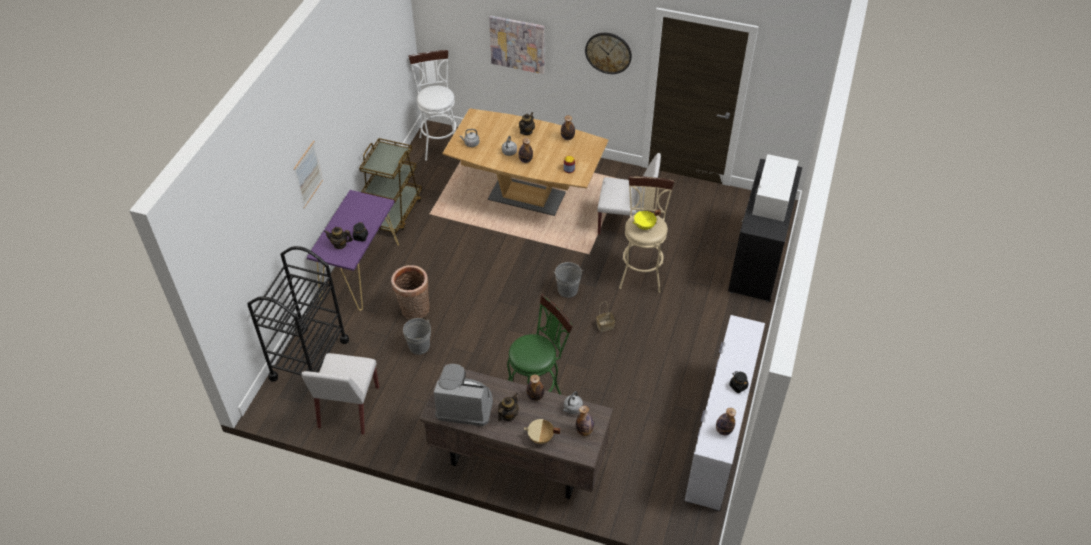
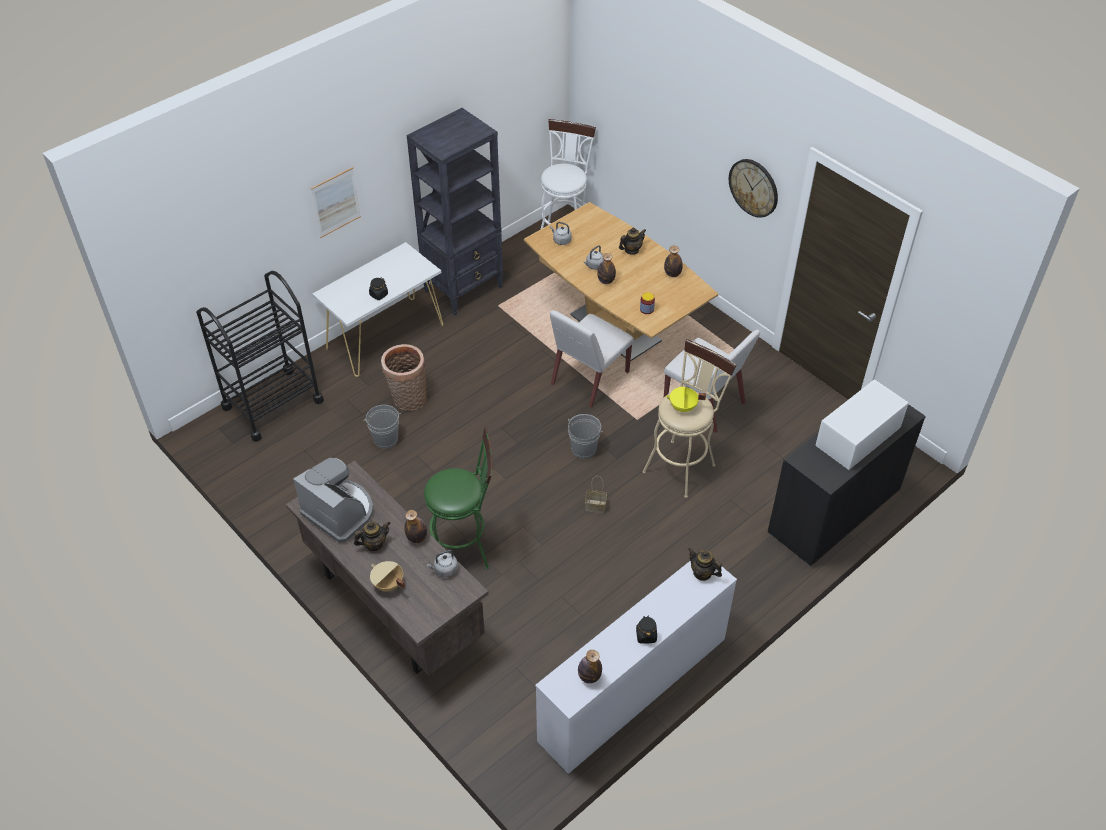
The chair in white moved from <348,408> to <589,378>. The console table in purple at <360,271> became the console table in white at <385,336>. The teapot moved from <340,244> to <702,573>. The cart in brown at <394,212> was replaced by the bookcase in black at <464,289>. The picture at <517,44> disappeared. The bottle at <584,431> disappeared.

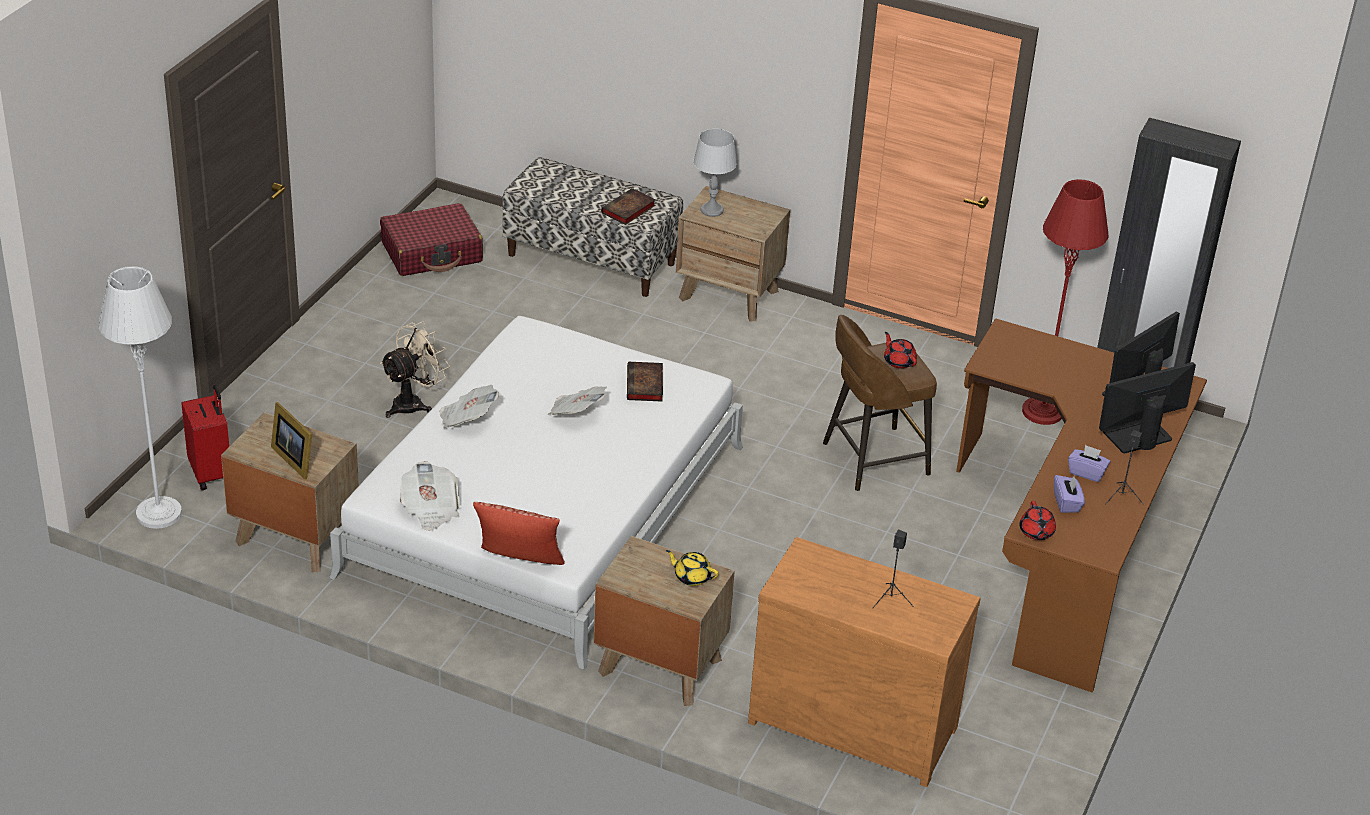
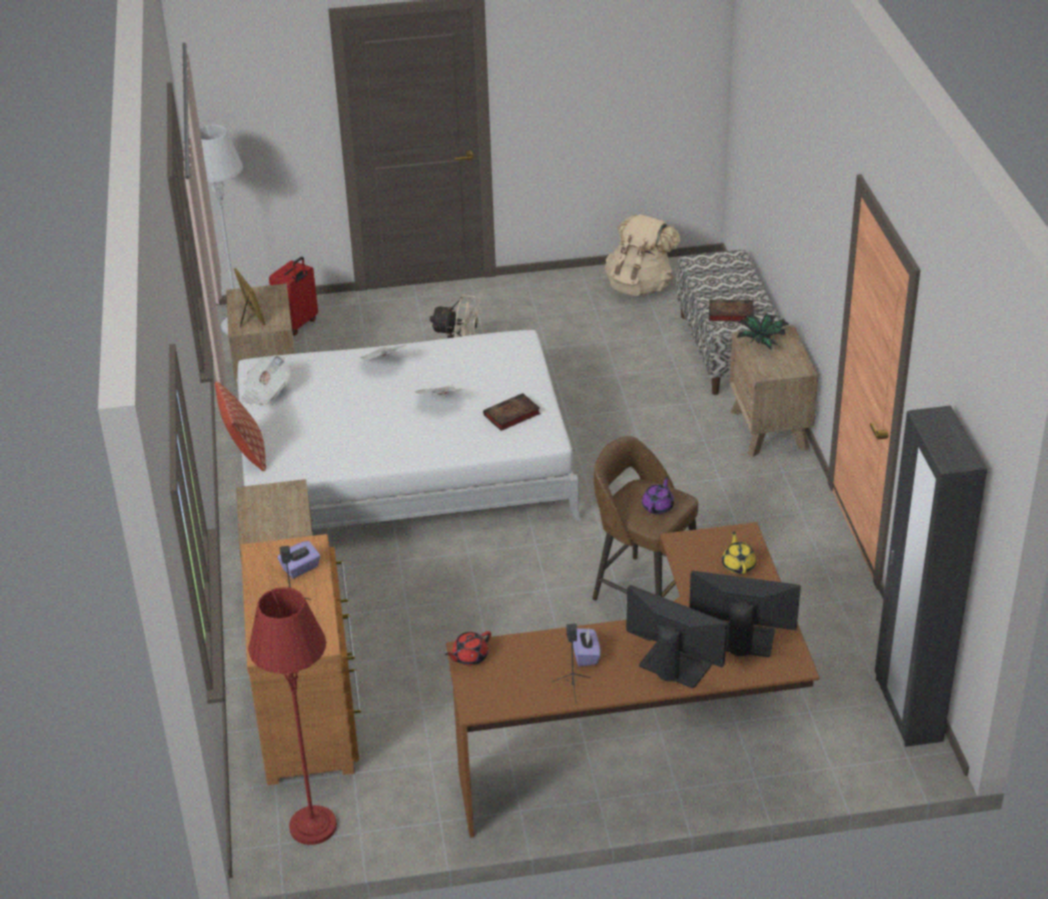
The picture frame at <294,458> turned 135 degrees clockwise. The suitcase in red at <432,253> was replaced by the backpack in beige at <640,286>. The teapot in yellow moved from <691,577> to <738,565>. The table lamp in grey at <711,210> was replaced by the potted plant at <762,341>. The teapot in red at <899,361> became the teapot in purple at <658,506>. The floor lamp in red moved from <1042,412> to <313,826>. The tissue box in purple moved from <1067,503> to <300,568>.

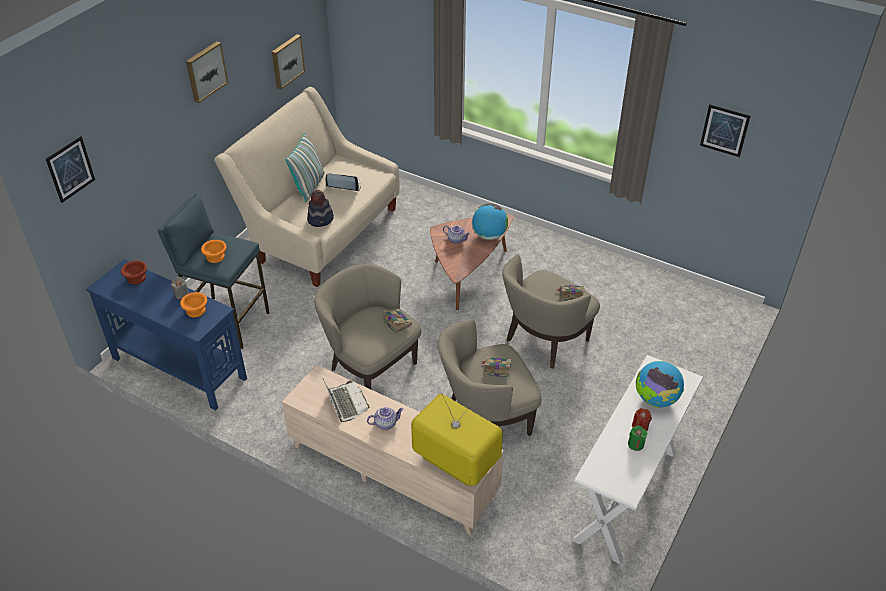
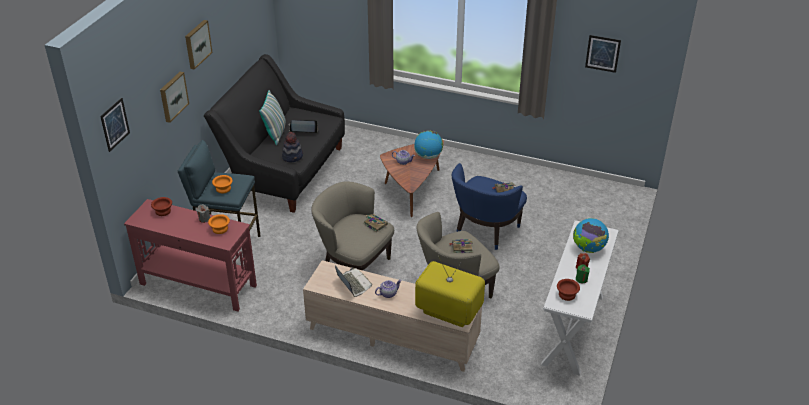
The console table in blue at <178,367> became the console table in red at <197,284>. The sofa in beige at <320,232> became the sofa in black at <284,171>. The picture moved from <286,61> to <173,96>. The armchair in beige at <544,341> became the armchair in blue at <485,231>. The bowl in brown at <567,295> appeared.

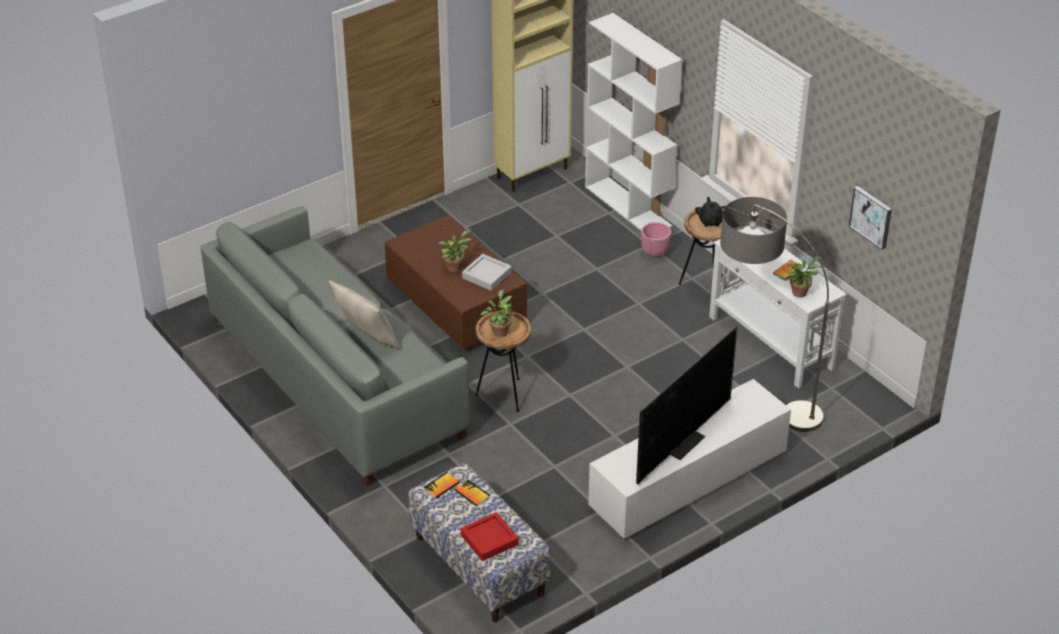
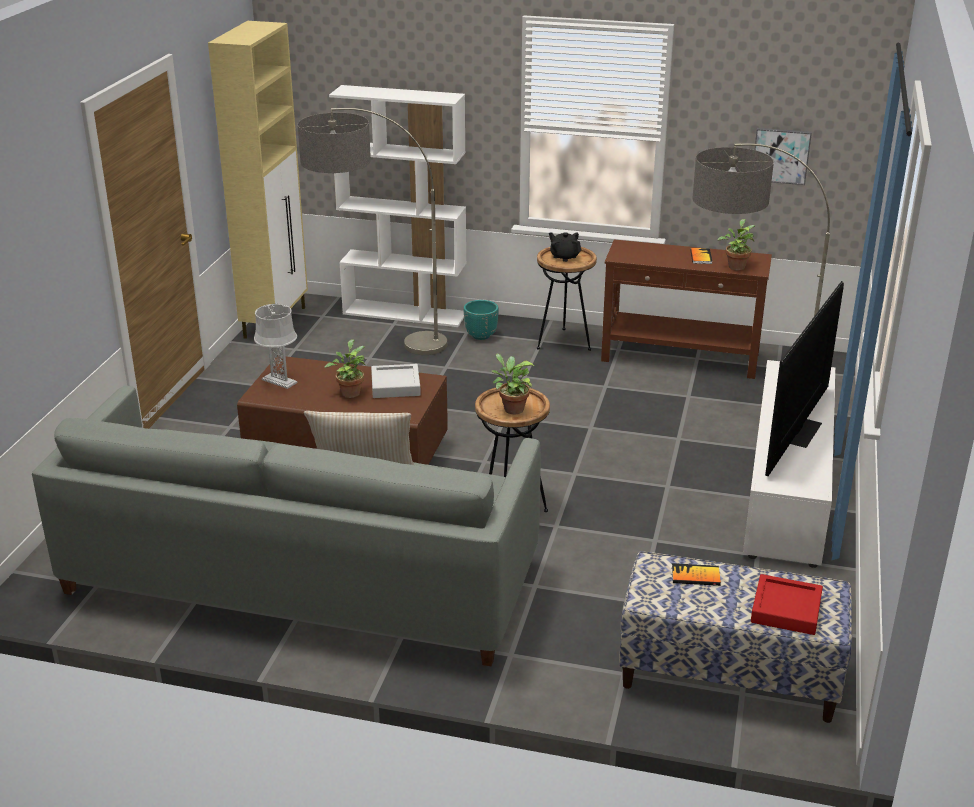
The book at <441,486> disappeared. The television at <683,442> turned 150 degrees counterclockwise. The planter in pink at <655,253> became the planter in turquoise at <481,336>. The console table in white at <770,343> became the console table in brown at <681,358>. The table lamp in grey at <279,381> appeared. The floor lamp at <373,349> appeared.

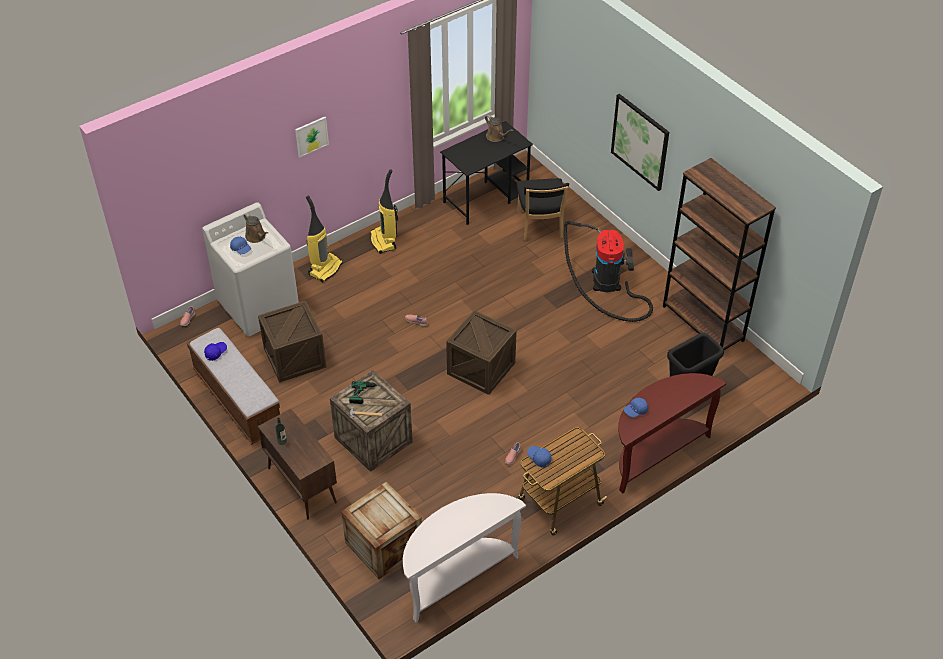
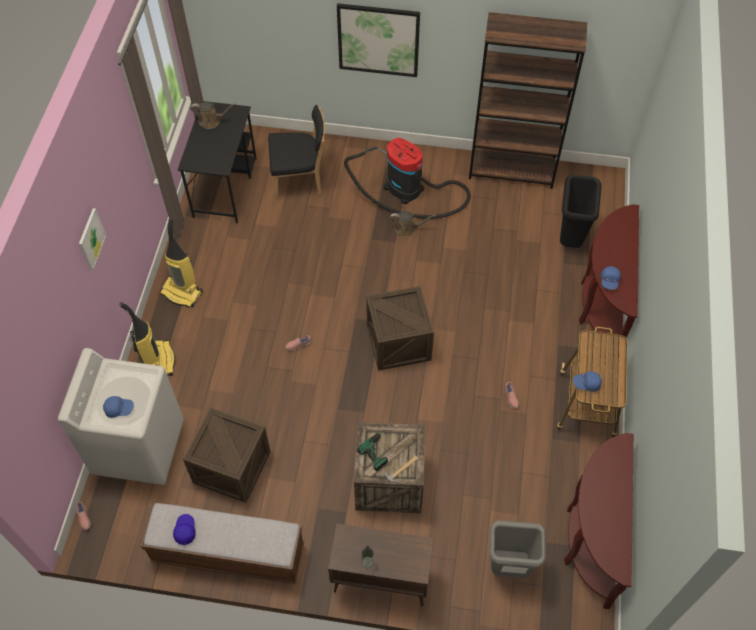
The watering can in brown moved from <256,237> to <407,229>. The crate at <384,545> was replaced by the trash can in grey at <508,567>. The console table in white at <457,576> became the console table in brown at <590,538>. The chair in black at <540,227> turned 45 degrees counterclockwise.

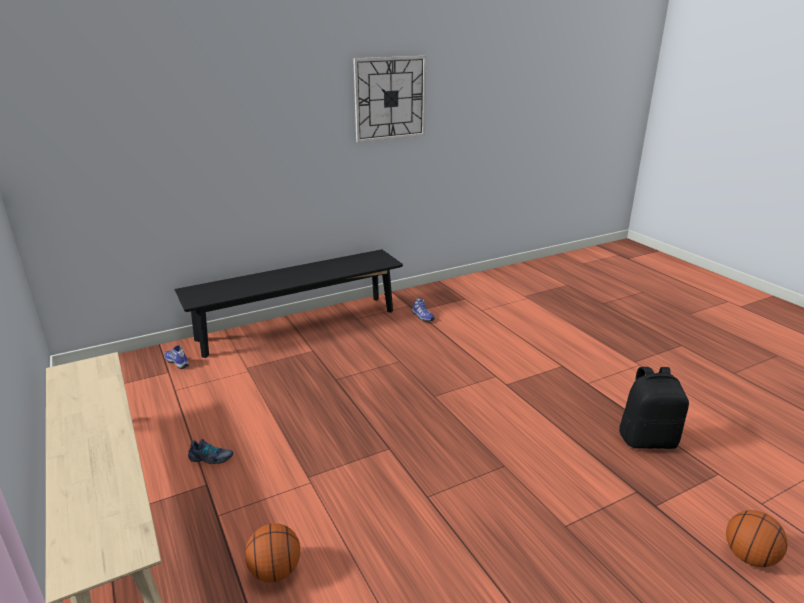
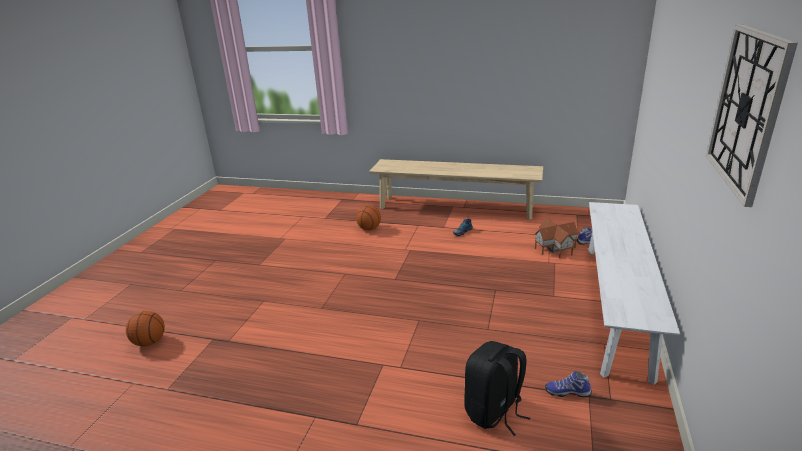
The bench in black at <298,325> became the bench in white at <616,305>. The backpack in black moved from <647,439> to <494,412>. The toy house at <554,248> appeared.

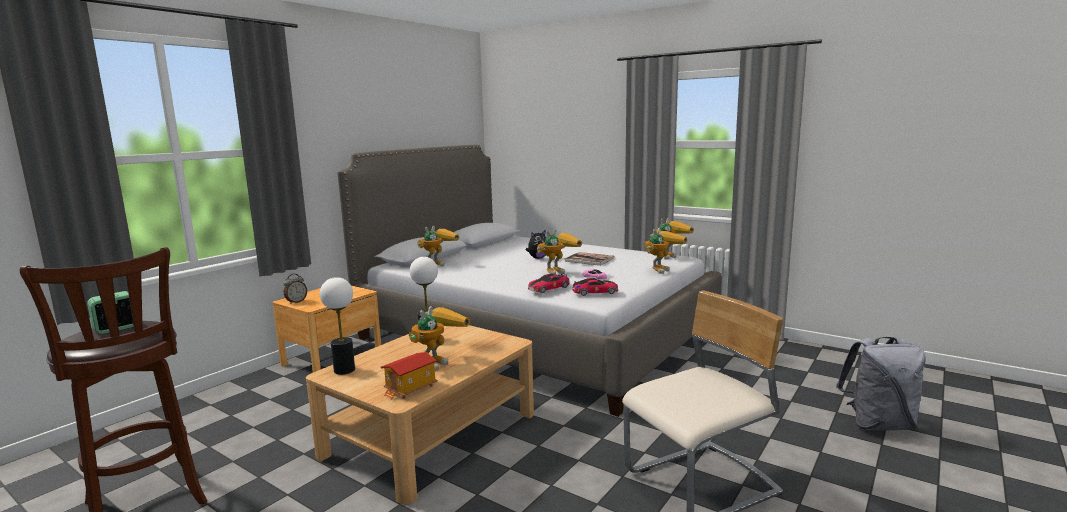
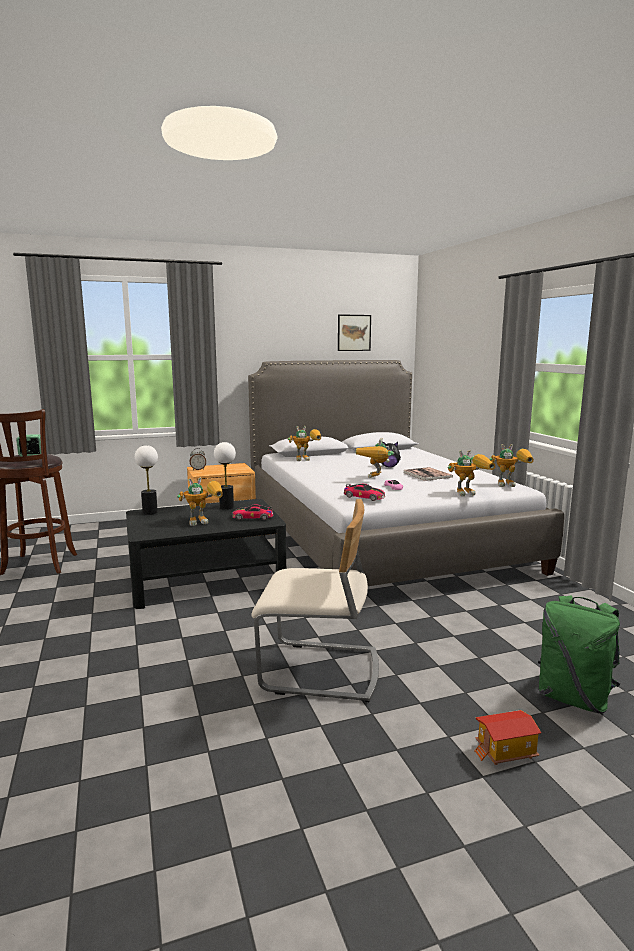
The coffee table in beige at <431,434> became the coffee table in black at <206,578>. The toy house moved from <411,389> to <506,752>. The toy car moved from <548,288> to <253,517>. The toy robot at <559,271> turned 105 degrees clockwise. The backpack in grey at <878,424> became the backpack in green at <574,698>. The picture at <354,332> appeared.

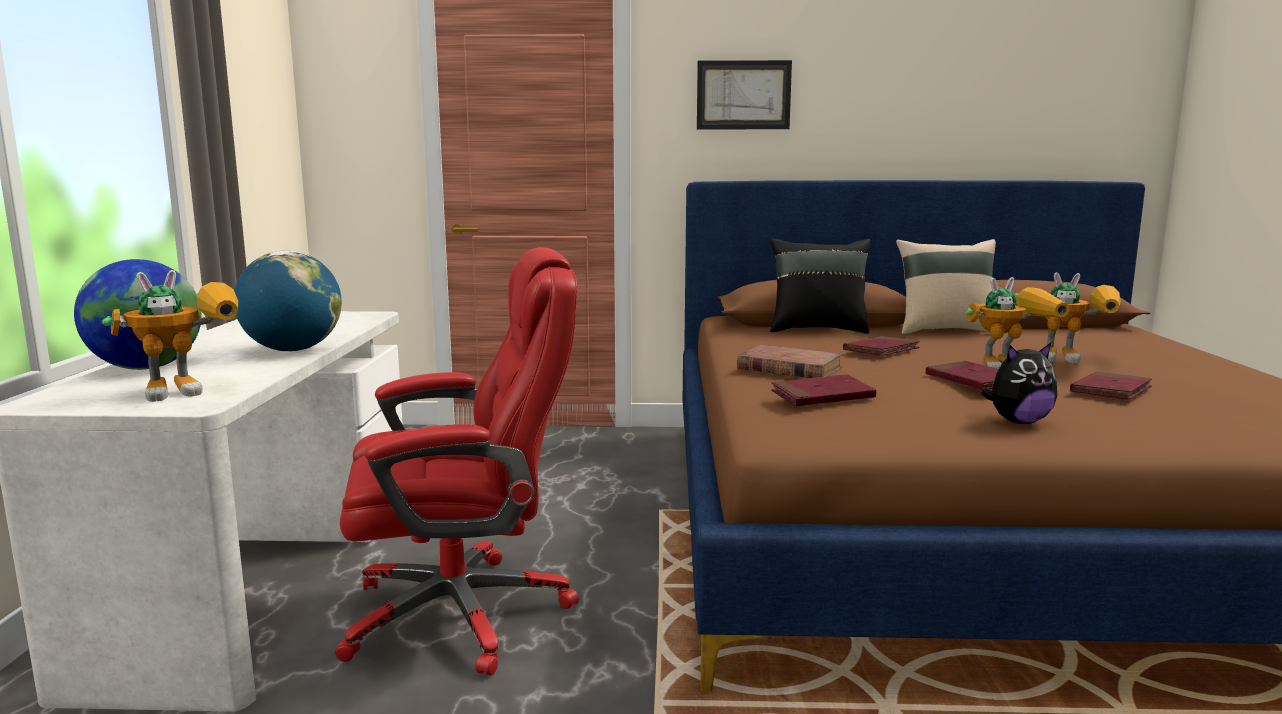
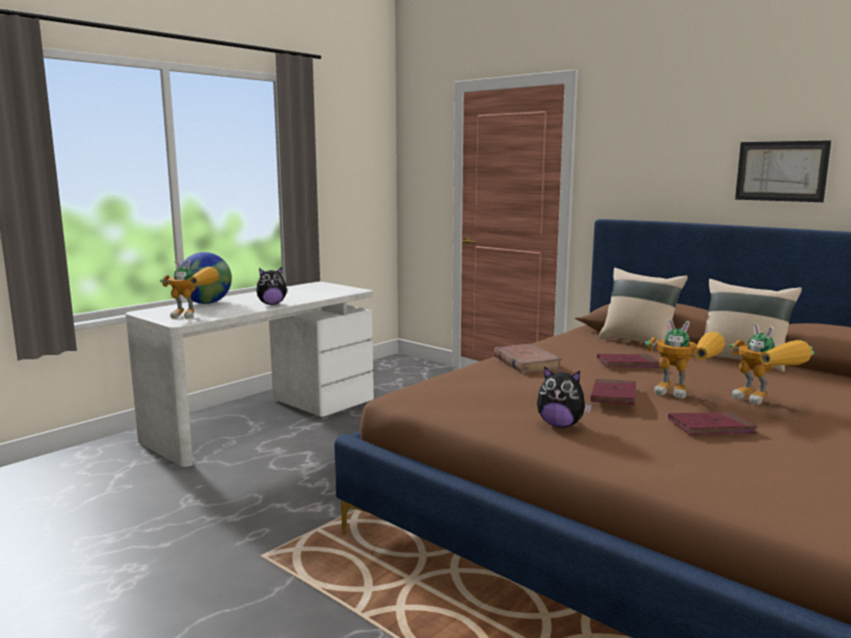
The globe at <292,350> was replaced by the plush toy at <272,304>. The office chair in red at <463,613> disappeared. The picture moved from <743,95> to <781,171>. The pillow in black at <817,329> became the pillow in beige at <639,342>. The book in red at <822,396> disappeared.

